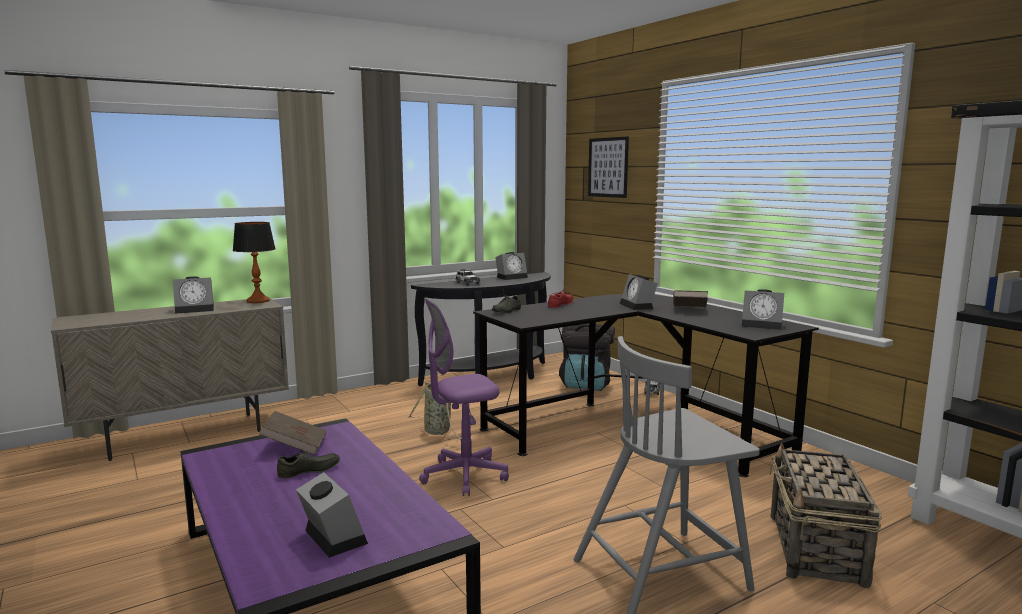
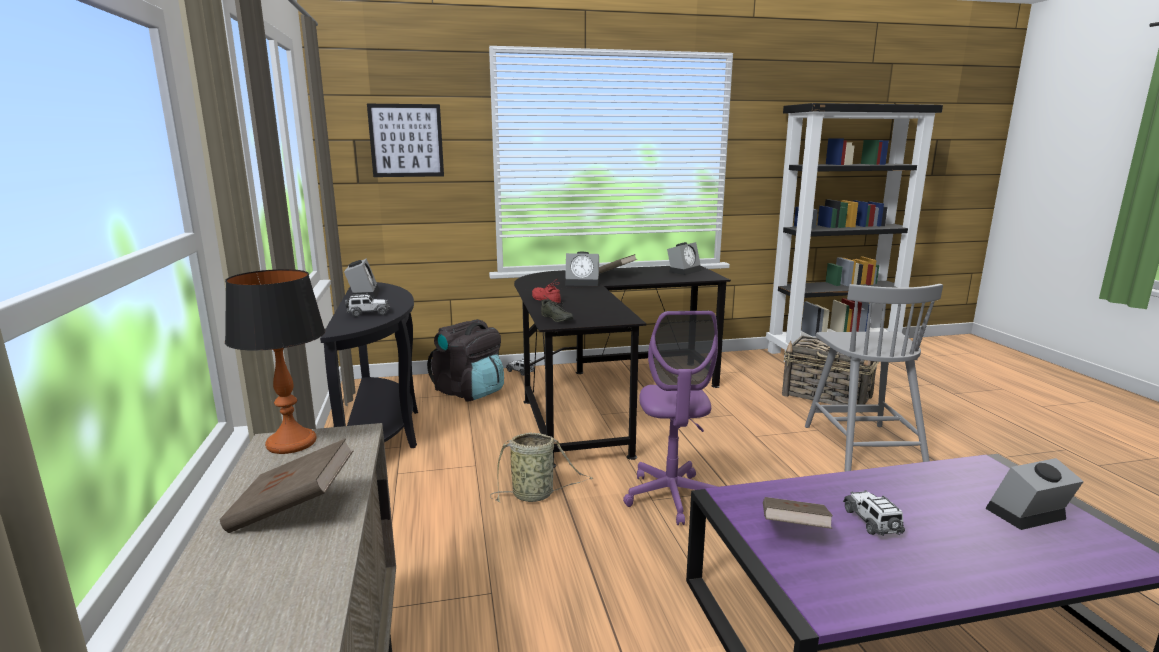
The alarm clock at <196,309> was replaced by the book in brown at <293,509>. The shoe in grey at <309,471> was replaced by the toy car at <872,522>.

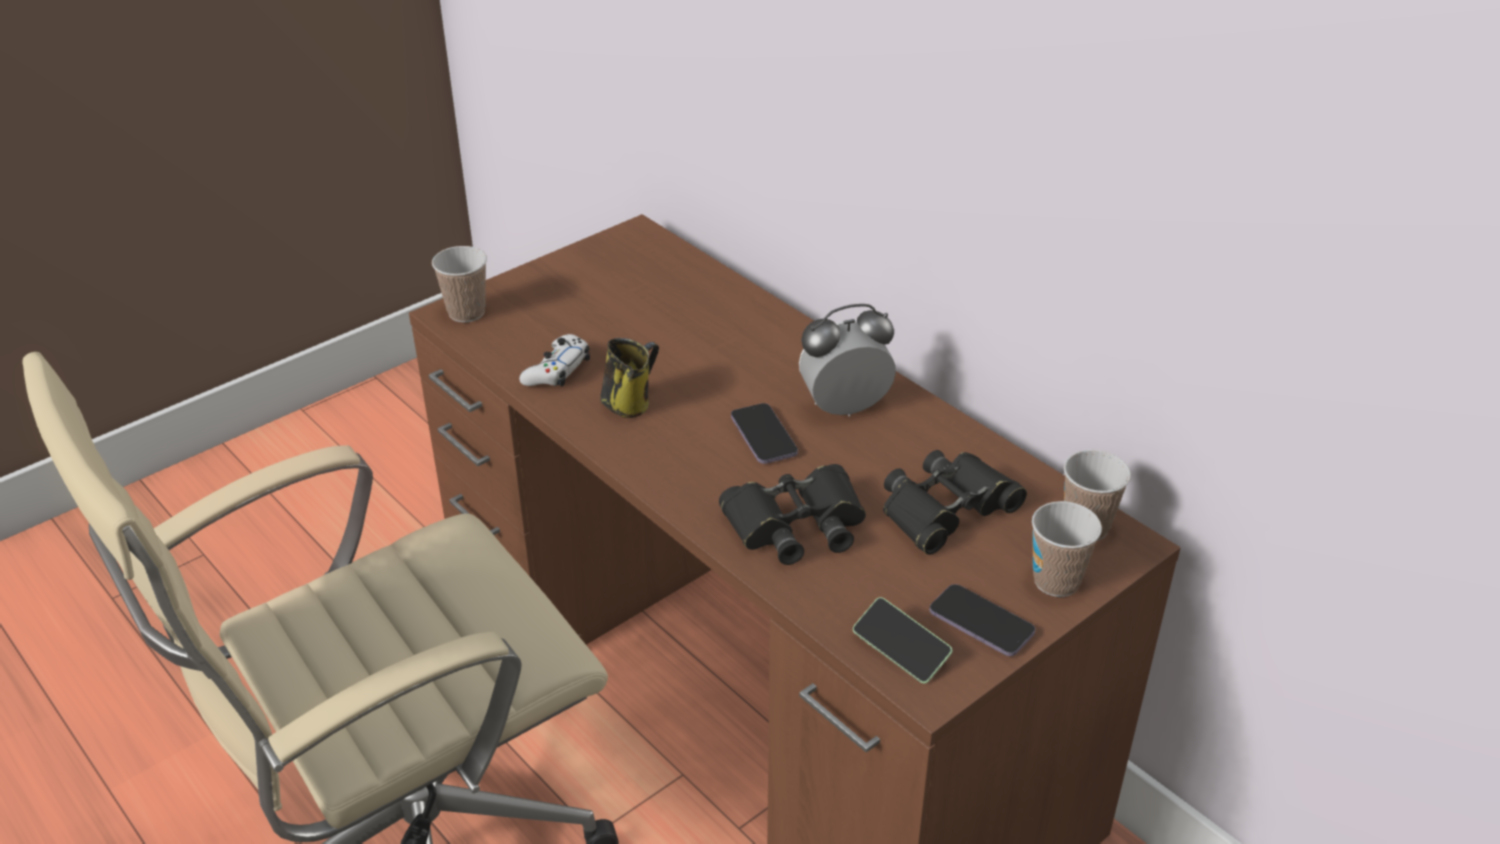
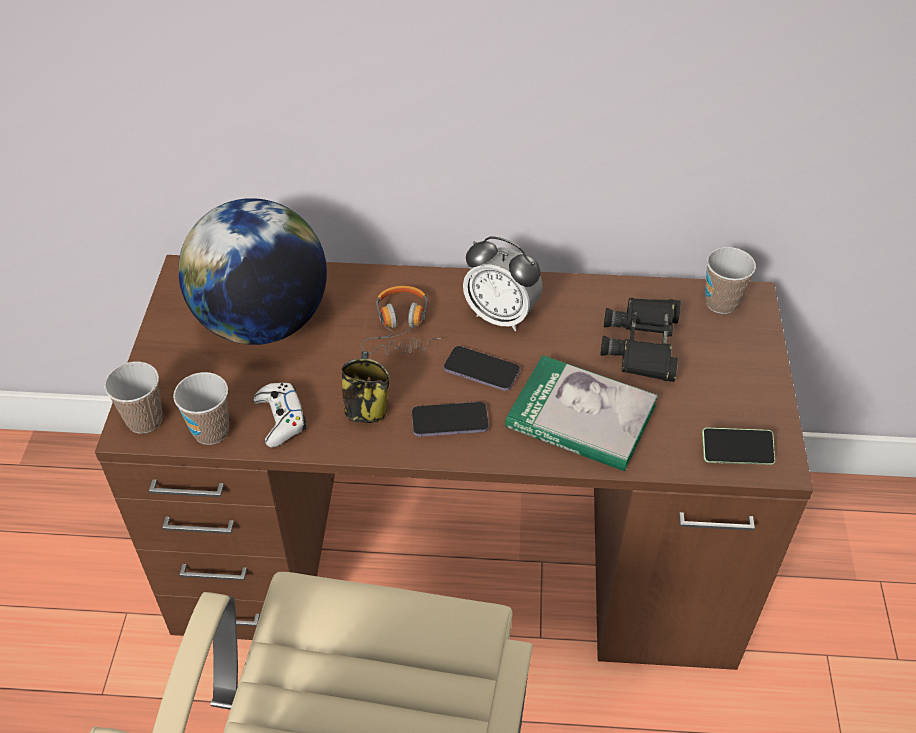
The binoculars in black at <796,524> was replaced by the book at <581,417>. The alarm clock at <845,408> turned 90 degrees counterclockwise. The phone moved from <981,623> to <450,421>. The cup moved from <1056,581> to <211,431>. The globe at <263,322> appeared. The headphones at <400,328> appeared.

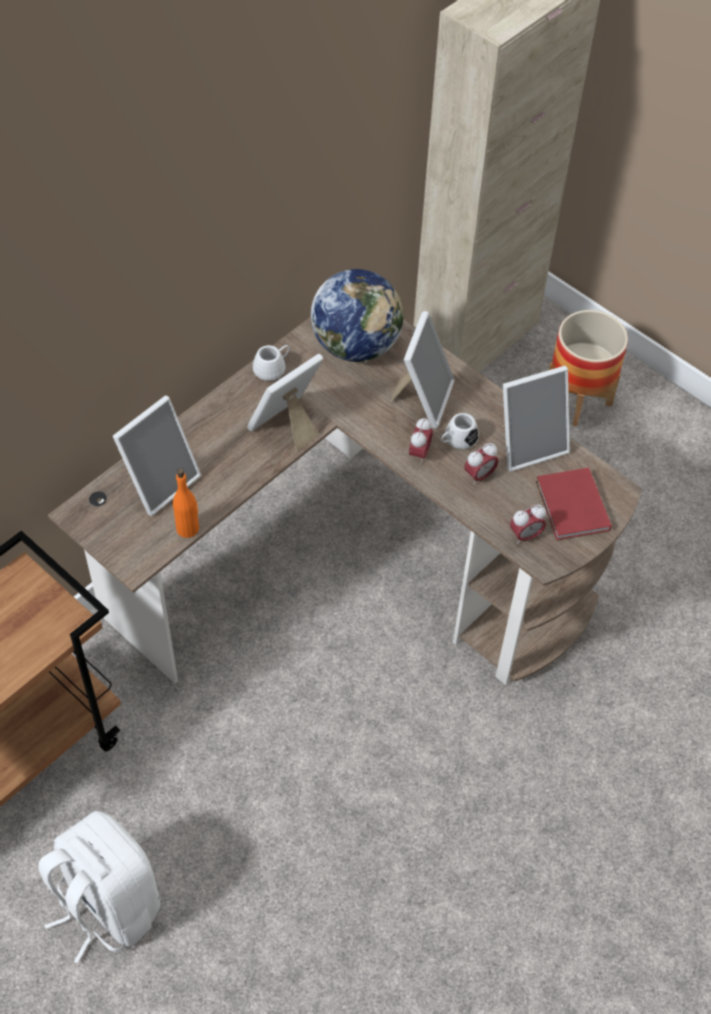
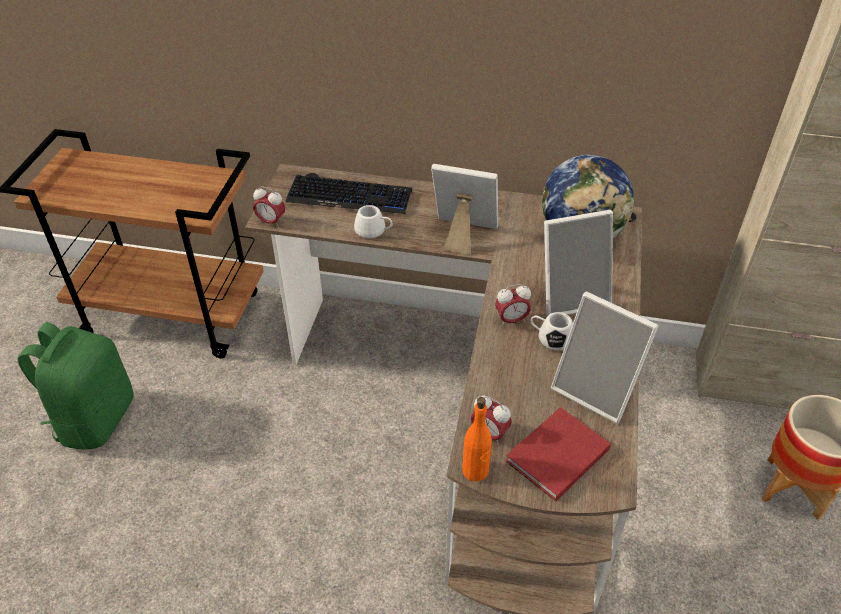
The backpack in white at <107,905> became the backpack in green at <95,418>. The picture frame at <159,482> was replaced by the keyboard at <349,196>. The bottle in orange moved from <188,528> to <475,471>. The mug in white moved from <272,367> to <374,231>. The alarm clock moved from <479,476> to <271,222>.

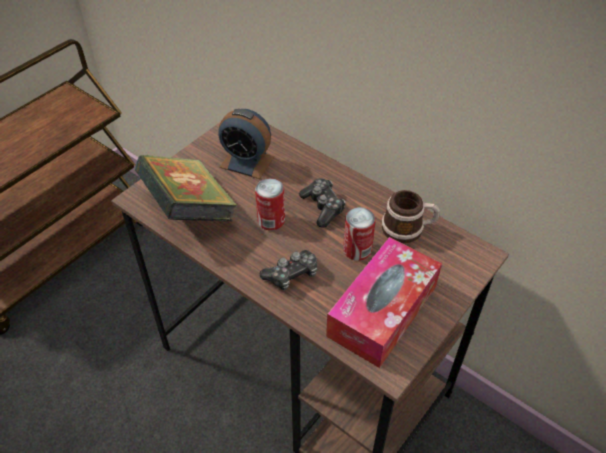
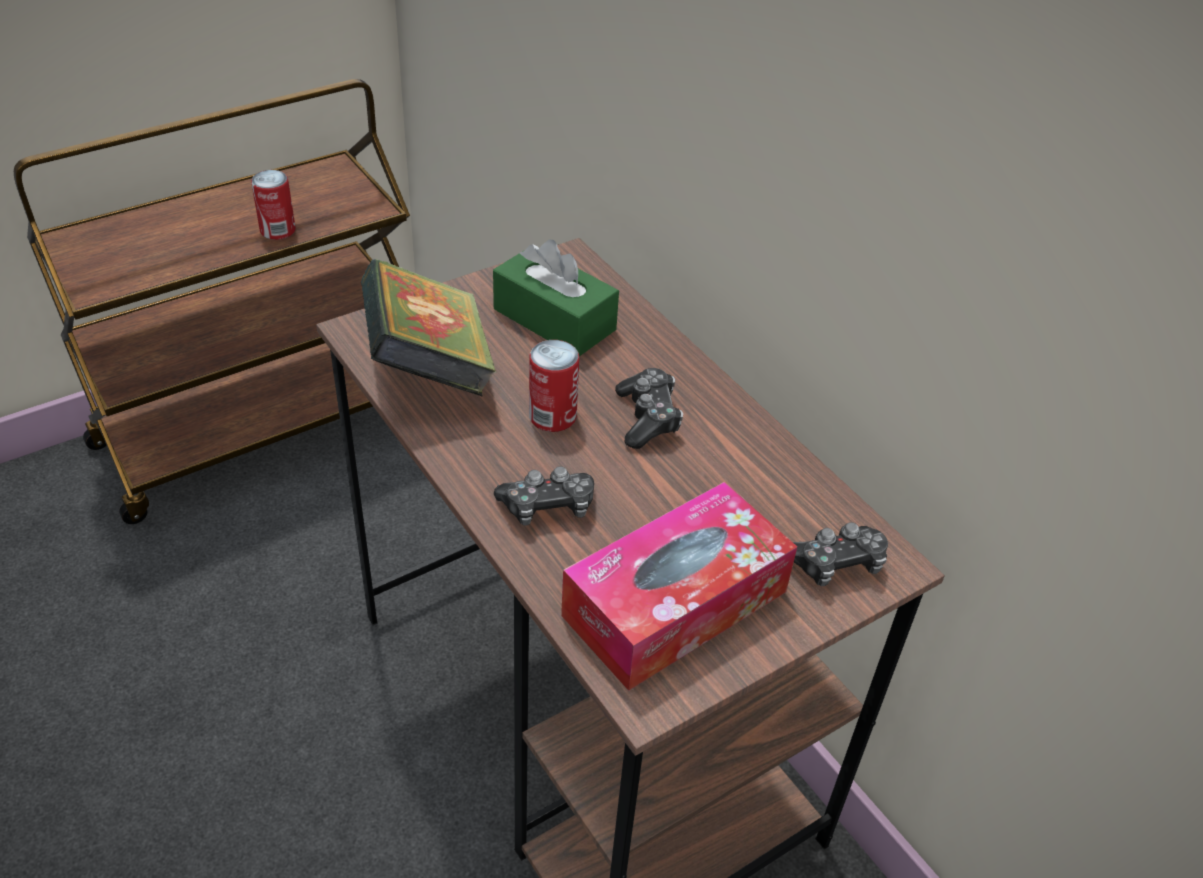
The alarm clock at <247,162> was replaced by the tissue box in green at <554,319>. The can moved from <357,250> to <278,230>. The mug at <408,229> disappeared. The game controller at <835,564> appeared.

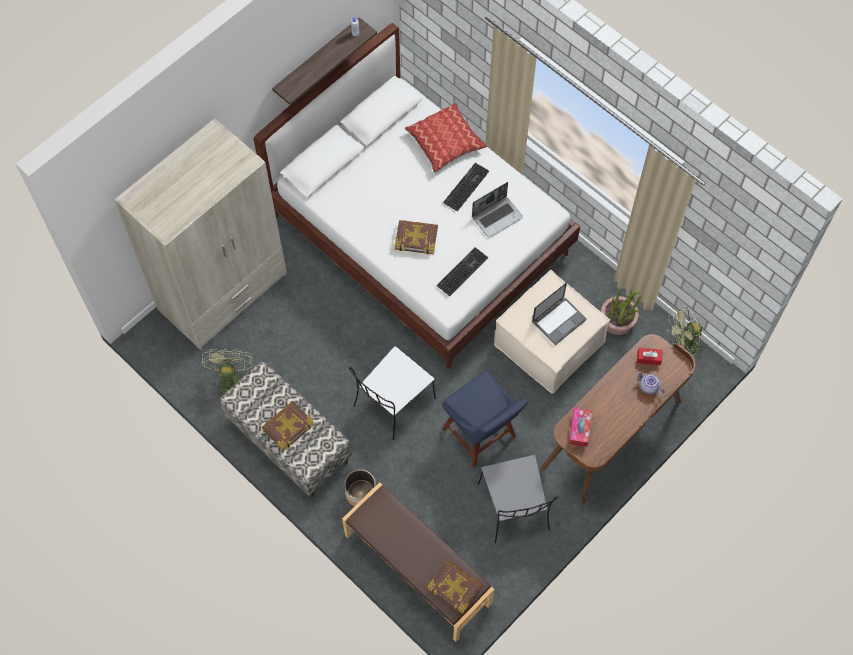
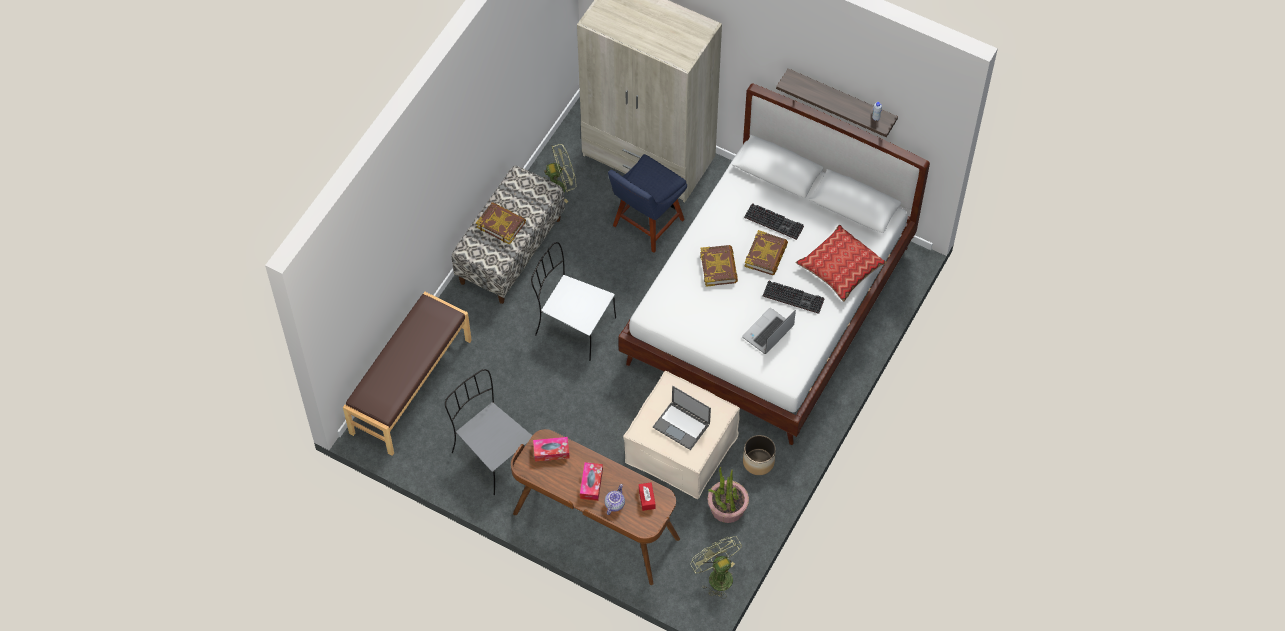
The planter moved from <361,493> to <758,462>. The book moved from <455,587> to <766,255>. The keyboard moved from <462,270> to <775,221>. The chair in blue moved from <481,436> to <646,225>. The laptop at <497,217> turned 90 degrees clockwise. The chair in grey at <514,509> turned 75 degrees clockwise. The tissue box at <591,484> appeared.

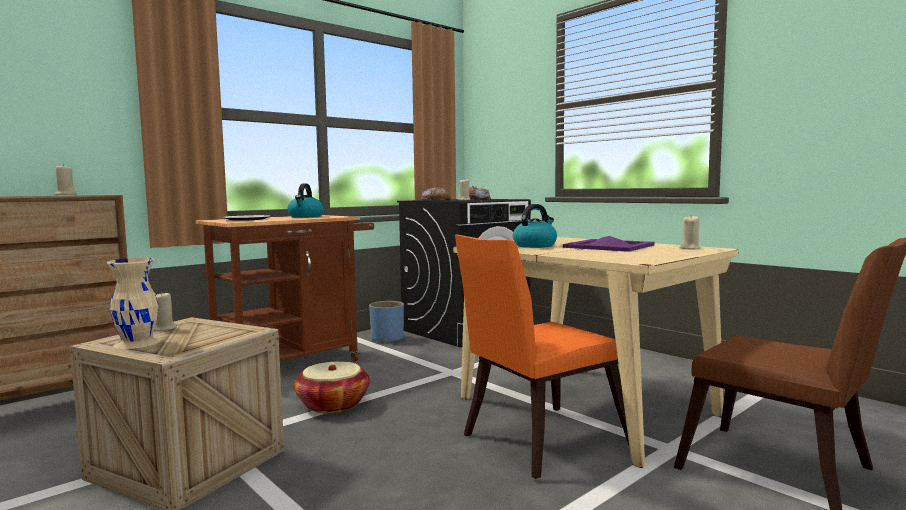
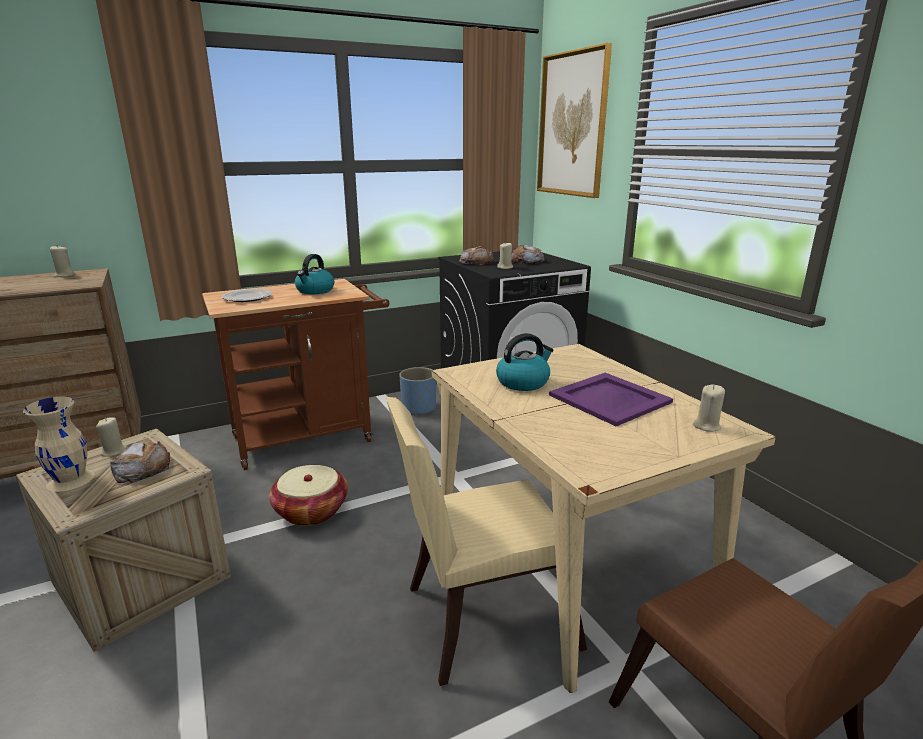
The chair in orange at <537,442> became the chair in beige at <479,617>. The bread at <142,468> appeared. The picture at <572,125> appeared.

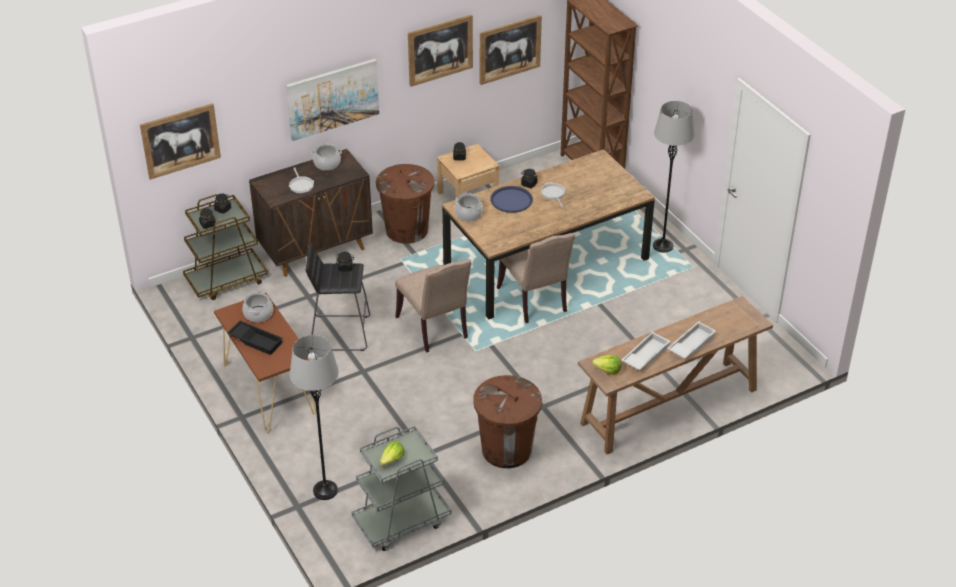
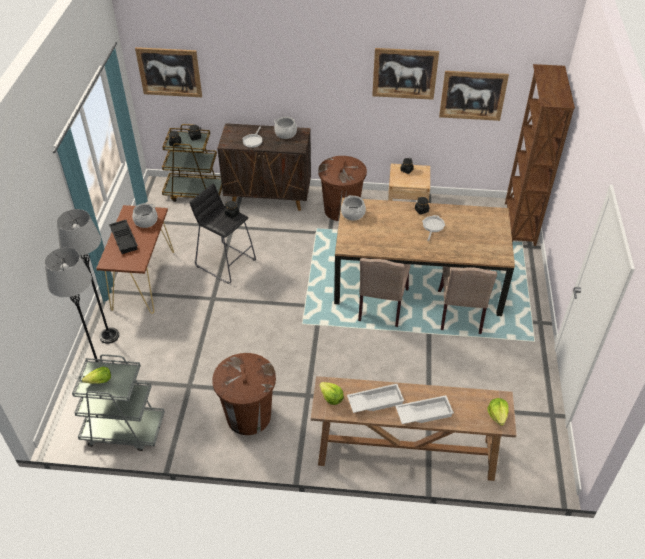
The picture at <332,98> disappeared. The chair in beige moved from <435,329> to <461,314>. The tray in blue at <511,200> disappeared. The floor lamp in grey moved from <662,246> to <109,336>. The lettuce at <497,415> appeared.

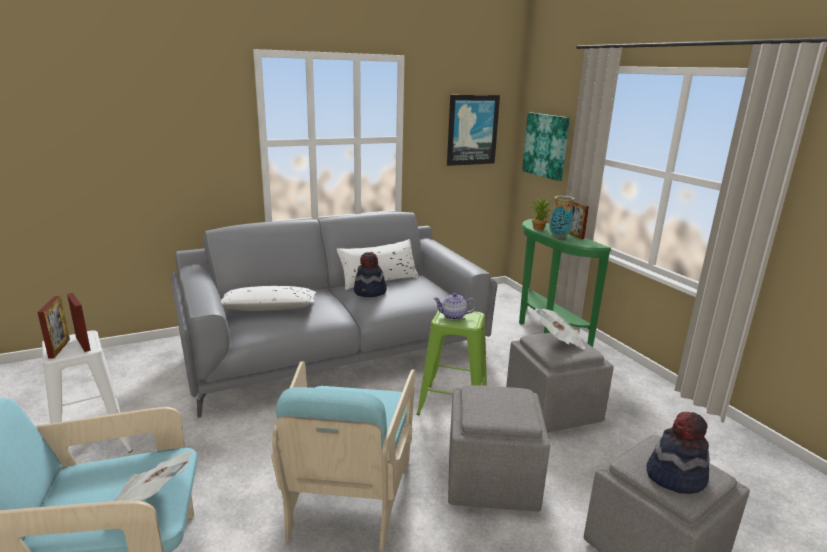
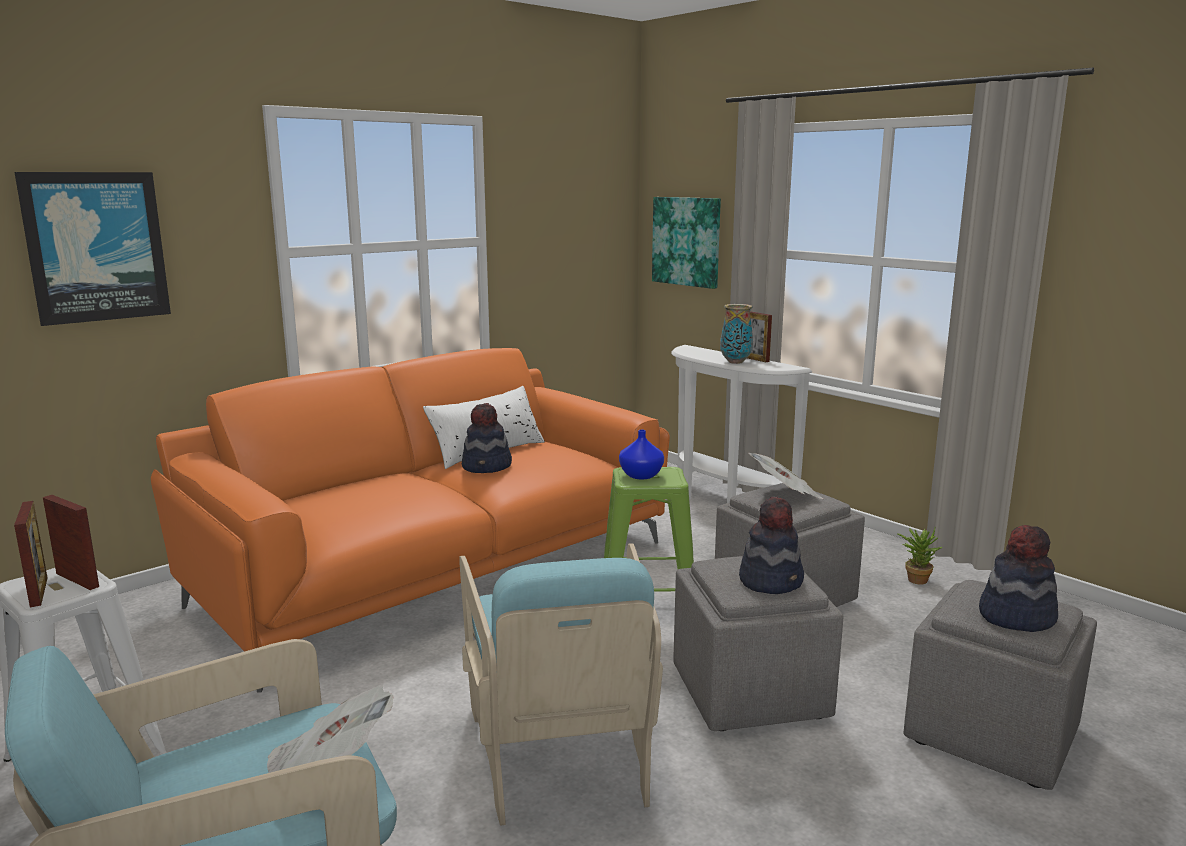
The sofa in grey at <337,350> became the sofa in orange at <436,569>. The pillow in white at <269,308> disappeared. The teapot at <453,316> was replaced by the vase in blue at <642,475>. The picture moved from <472,130> to <96,247>. The console table in green at <545,329> became the console table in white at <722,502>. The potted plant moved from <538,228> to <915,578>. The hat at <771,580> appeared.

